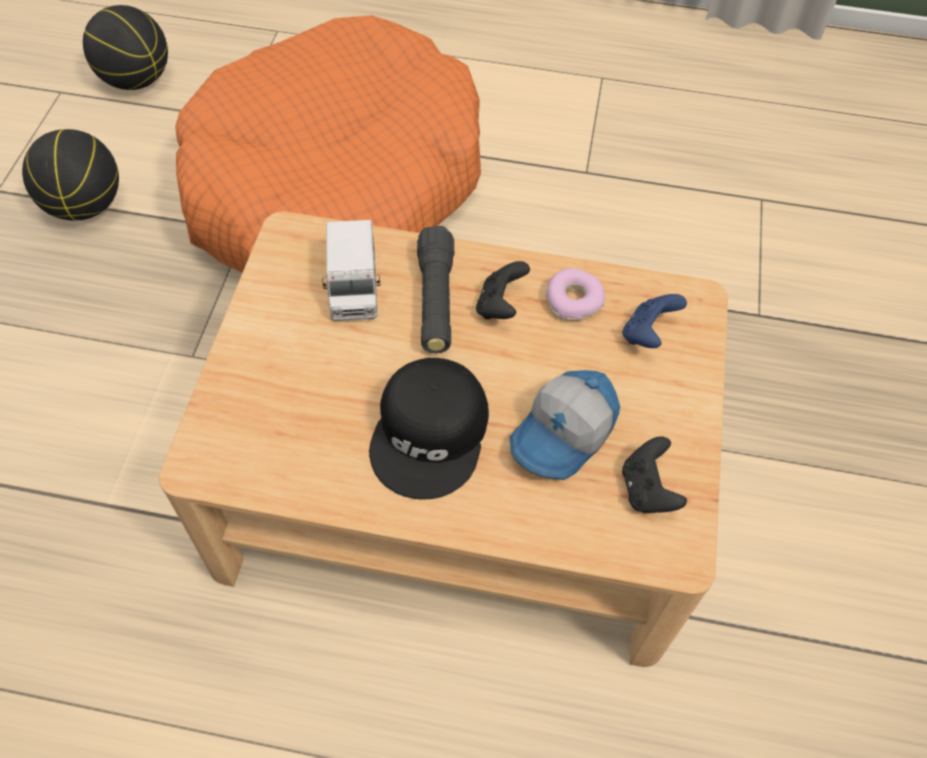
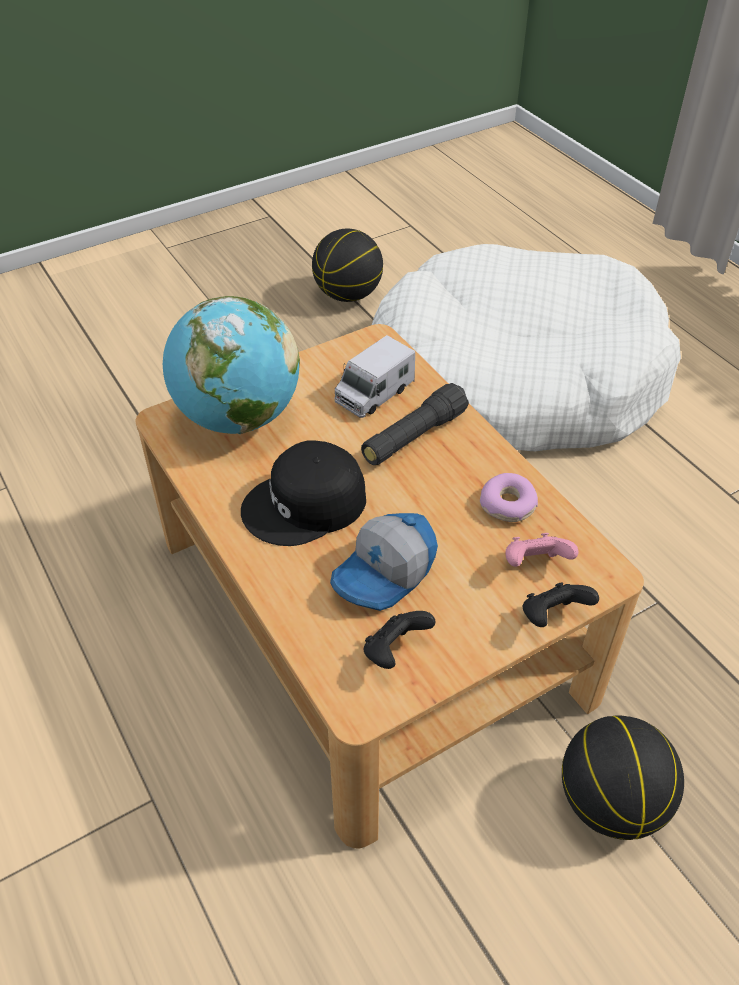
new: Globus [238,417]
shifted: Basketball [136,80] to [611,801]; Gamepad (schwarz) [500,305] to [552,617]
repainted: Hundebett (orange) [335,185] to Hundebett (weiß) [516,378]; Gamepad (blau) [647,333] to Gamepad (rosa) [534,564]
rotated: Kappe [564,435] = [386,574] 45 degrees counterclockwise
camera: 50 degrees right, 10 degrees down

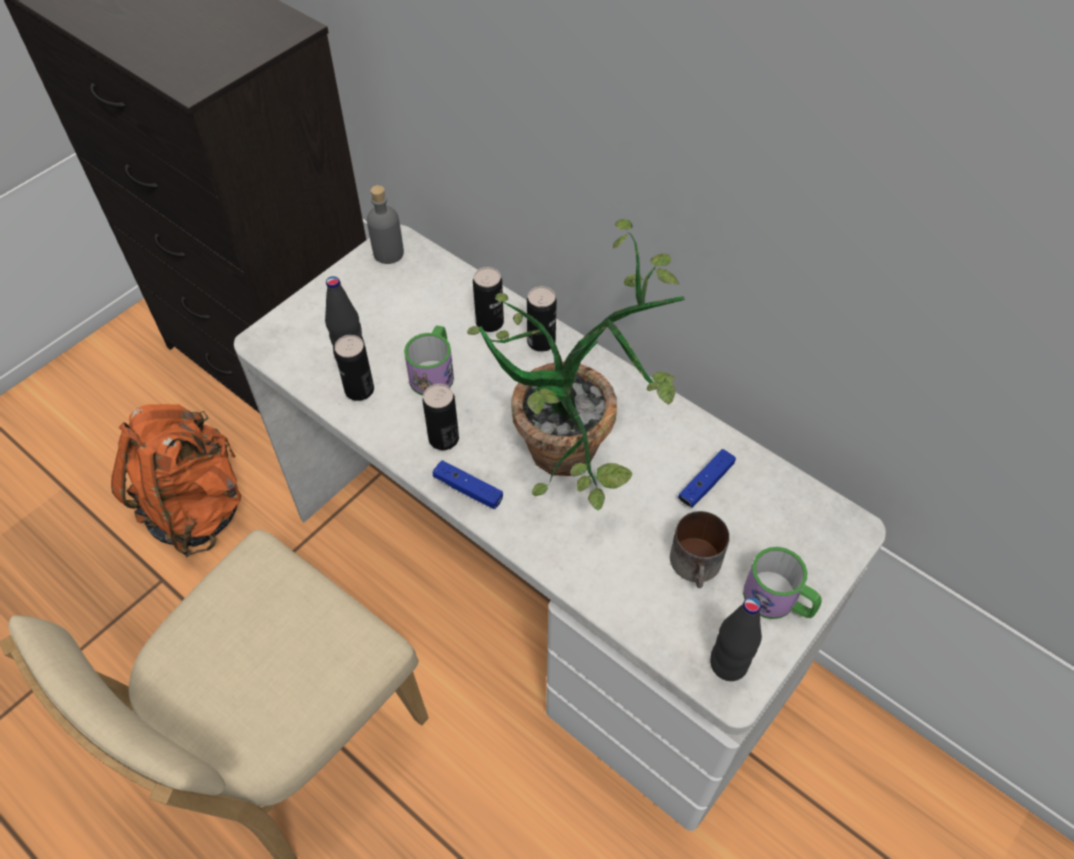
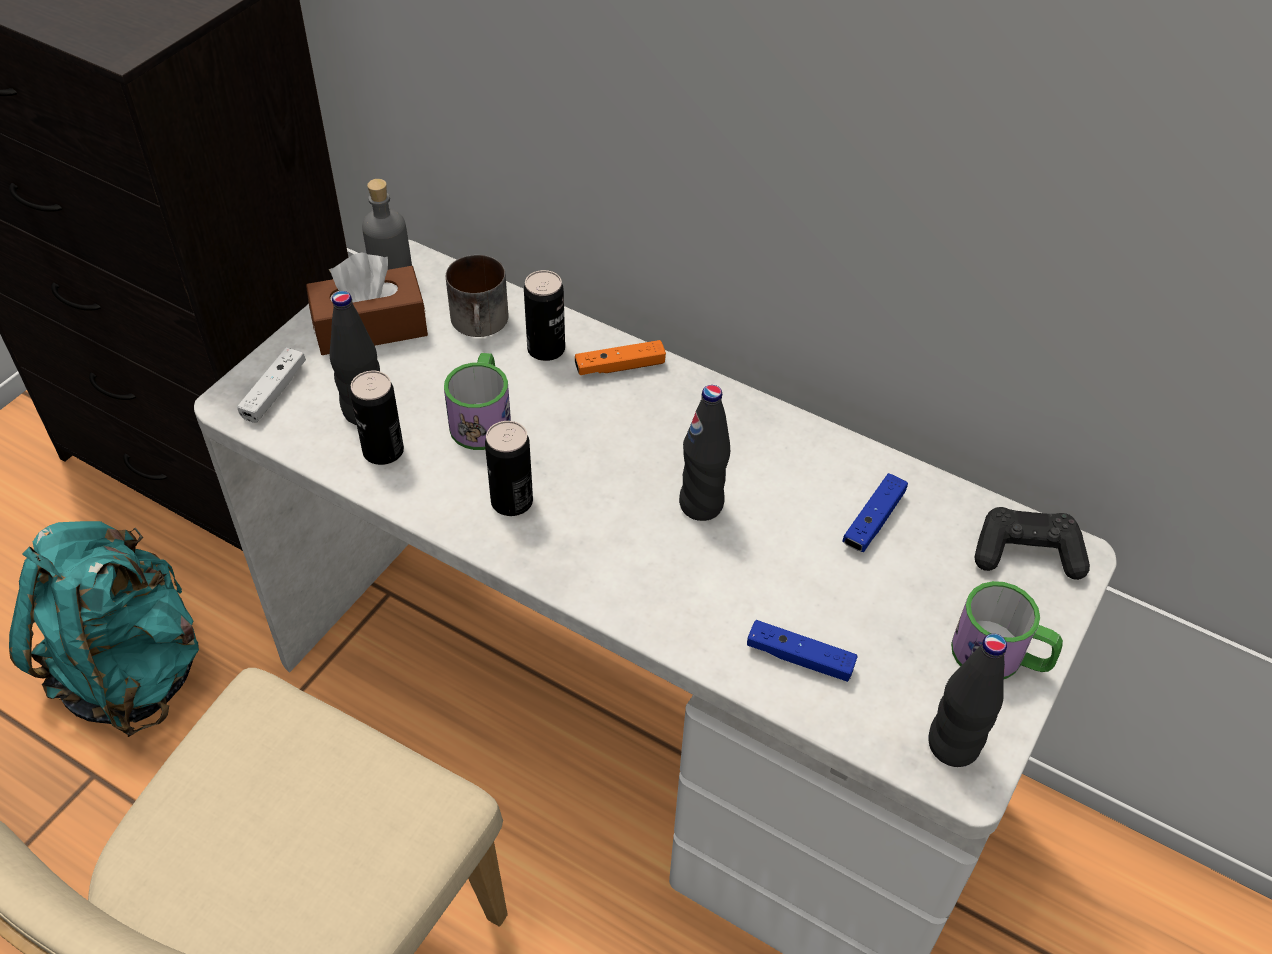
new: Taschentuchbox (braun) [370,327]; Gamepad (weiß) [274,392]; Gamepad (schwarz) [1026,553]
shifted: Gamepad (blau) [468,489] to [799,658]; Henkelbecher [698,566] to [482,323]
swapped: Topfpflanze [580,456] to Flasche (schwarz) [701,504]; Dose [541,342] to Gamepad (orange) [620,367]
repainted: Rucksack (orange) [196,508] to Rucksack (türkis) [132,670]
camera: 10 degrees left, 5 degrees down

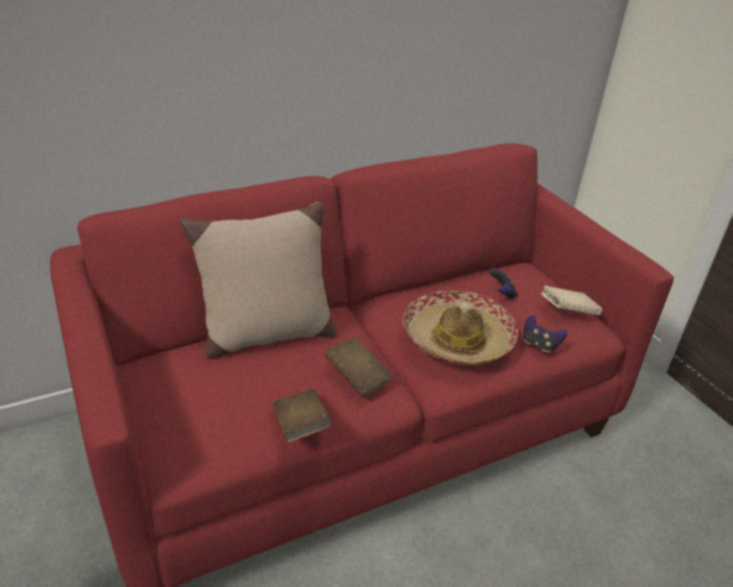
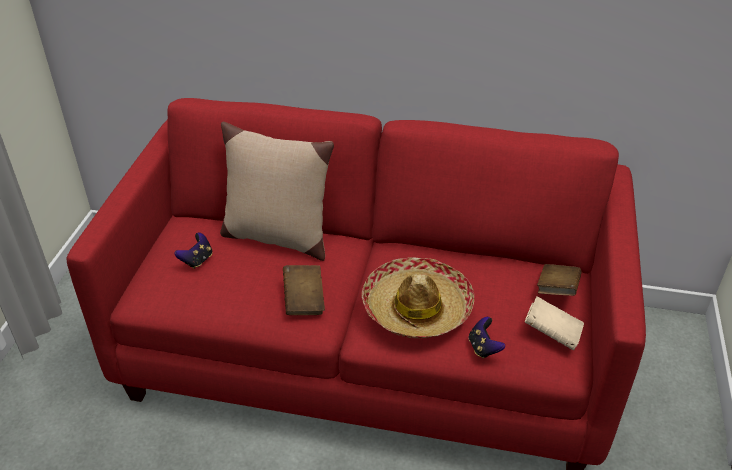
shifted: Gamepad [502,294] to [197,260]; Buch (braun) [301,427] to [556,290]
camera: 40 degrees right, 5 degrees up

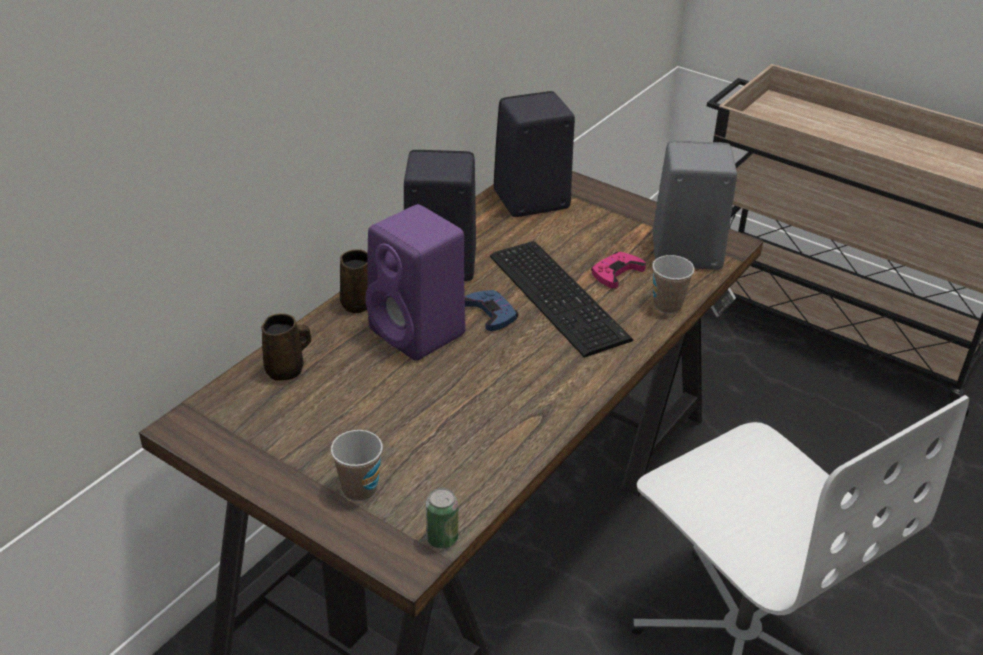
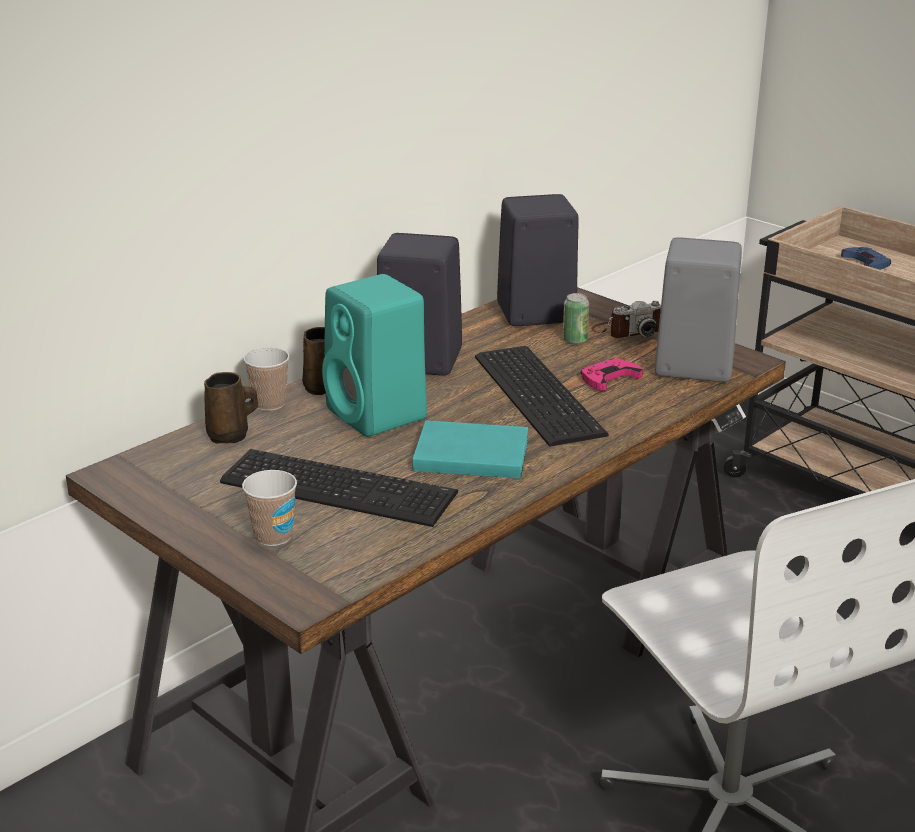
new: Kamera [628,331]; Buch (türkis) [468,453]; Tastatur [337,485]
shifted: Tasse [667,305] to [269,404]; Gamepad (blau) [491,313] to [866,263]; Dose [442,538] to [575,340]
repainted: Lautsprecher (lila) [420,333] to Lautsprecher (türkis) [379,415]
camera: 10 degrees right, 10 degrees down

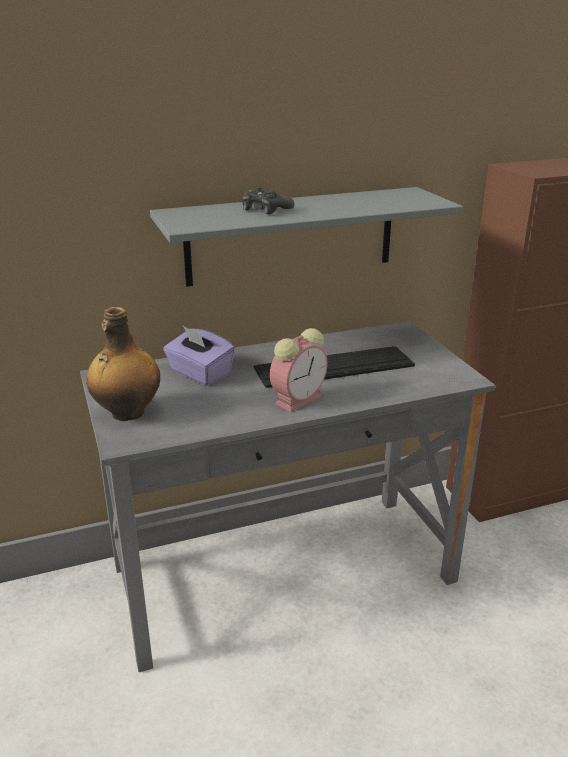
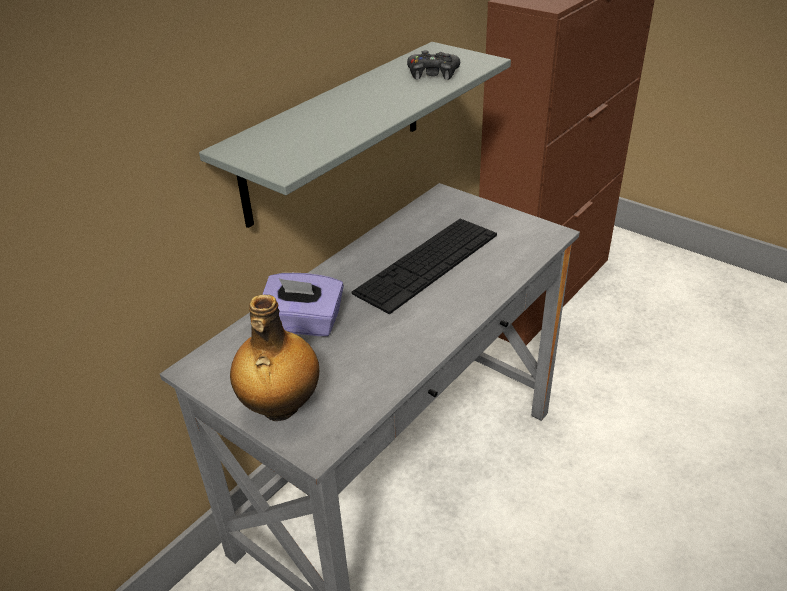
gone: Wecker [299,399]
shifted: Gamepad (schwarz) [265,209] to [433,74]
camera: 30 degrees left, 10 degrees up

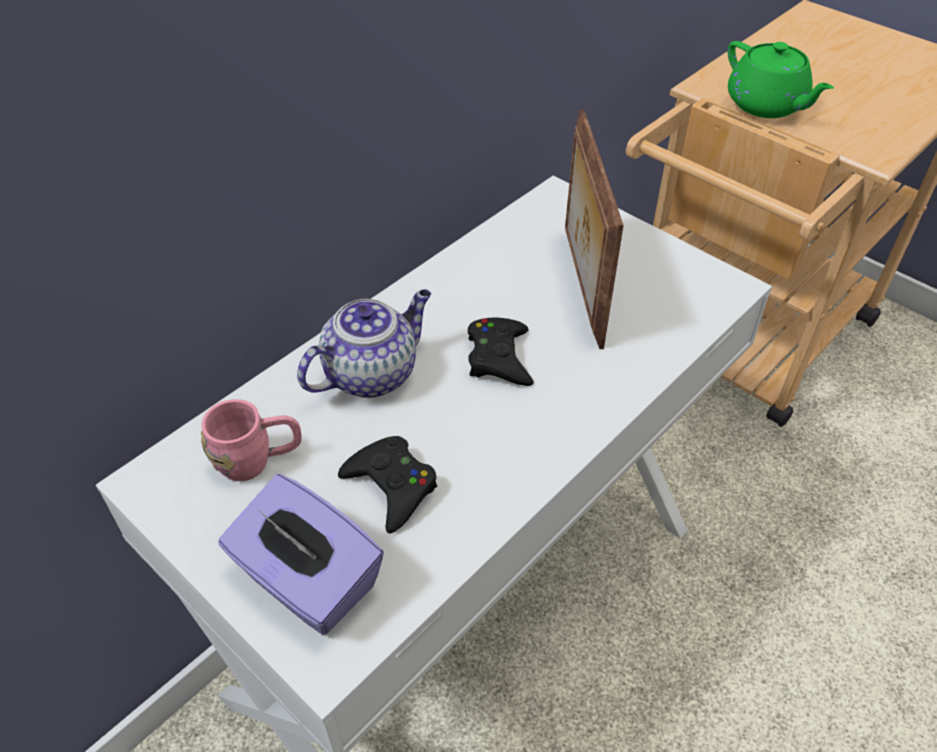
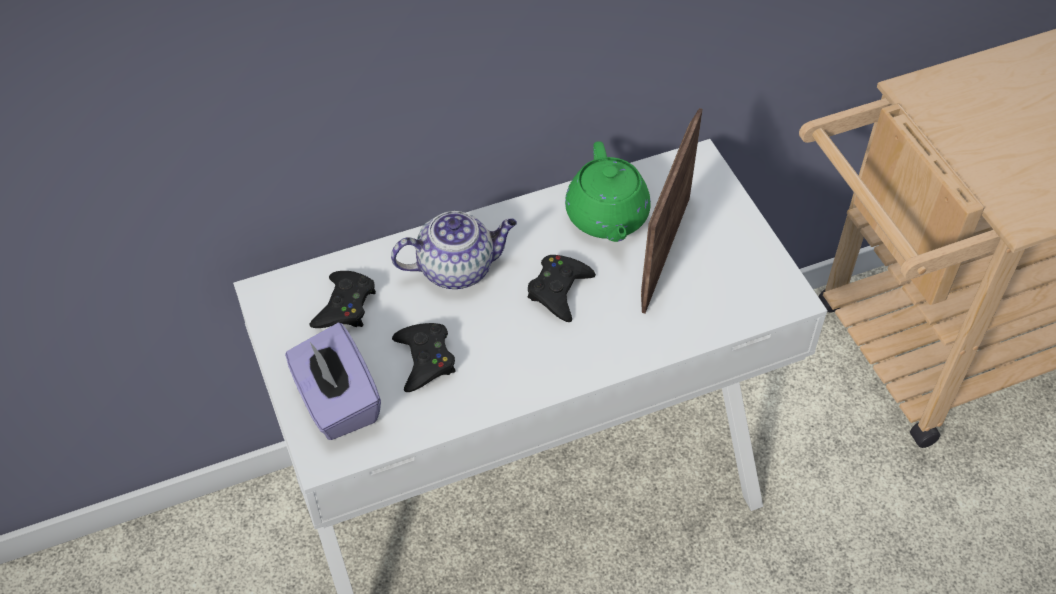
shifted: Teekanne (grün) [766,105] to [607,217]
swapped: Henkelbecher (rosa) [258,460] to Gamepad (schwarz) [345,306]
camera: 25 degrees right, 5 degrees up

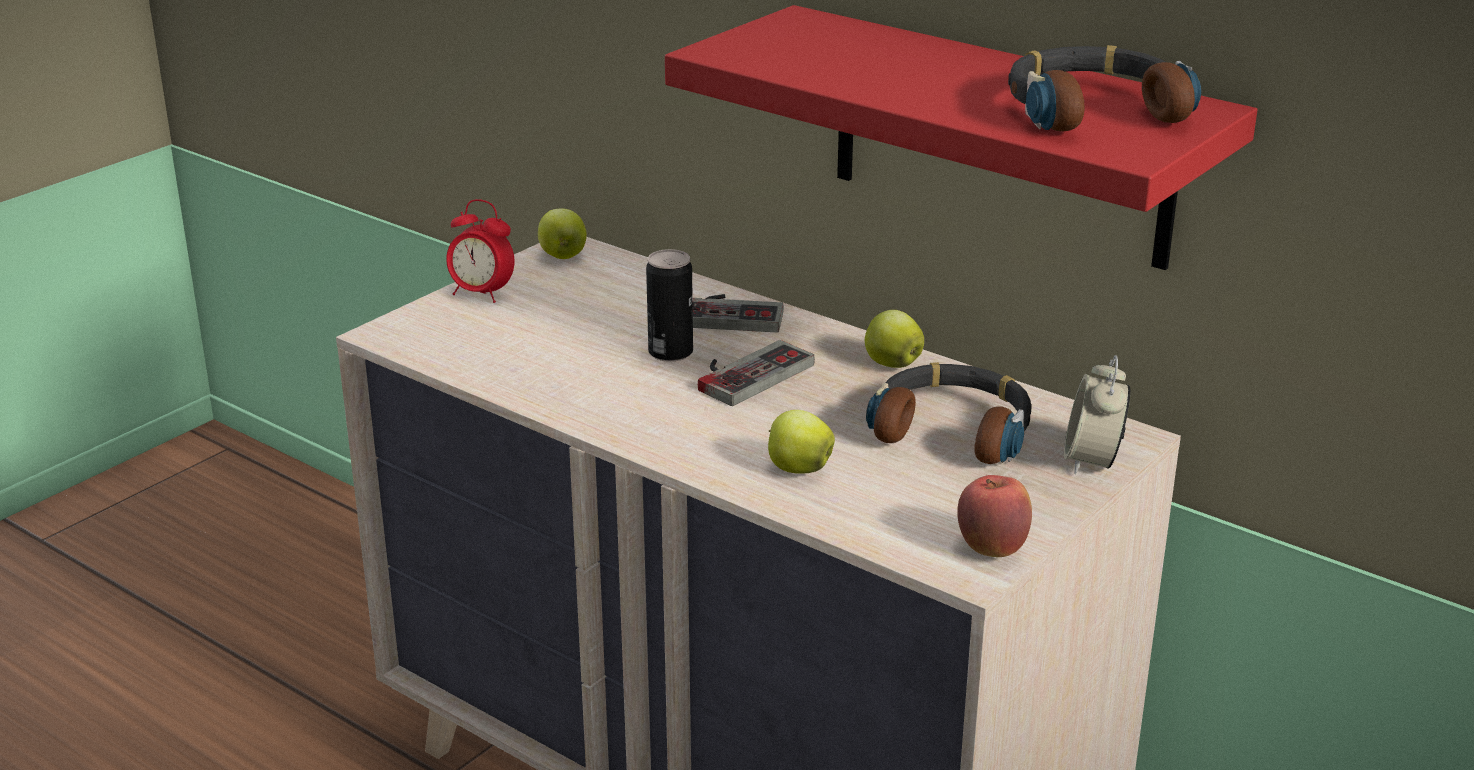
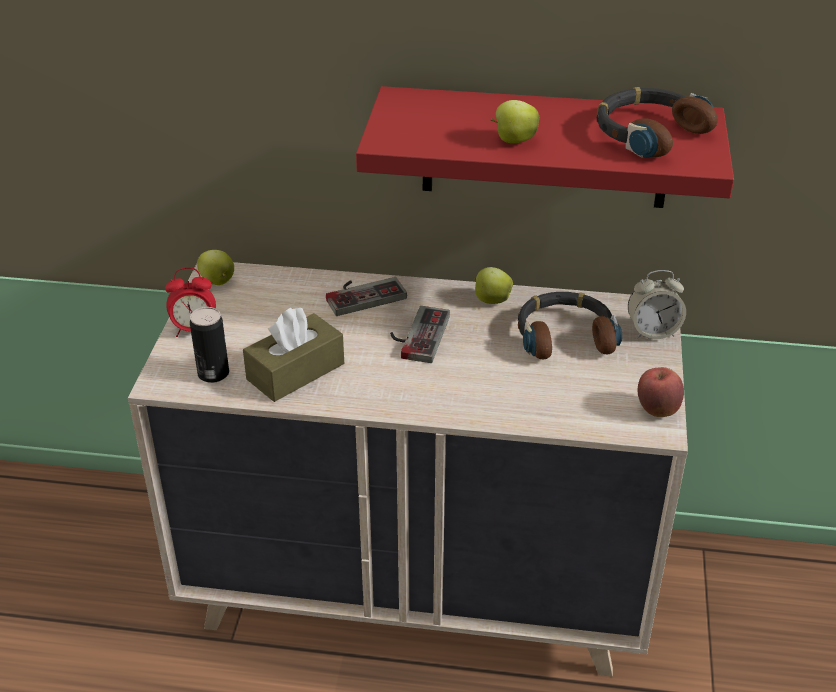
new: Taschentuchbox (braun) [295,371]
shifted: Dose [670,352] to [213,374]; Apfel [797,469] to [513,140]
rotated: Wecker [1092,461] = [652,331] 75 degrees counterclockwise
camera: 30 degrees left, 10 degrees up

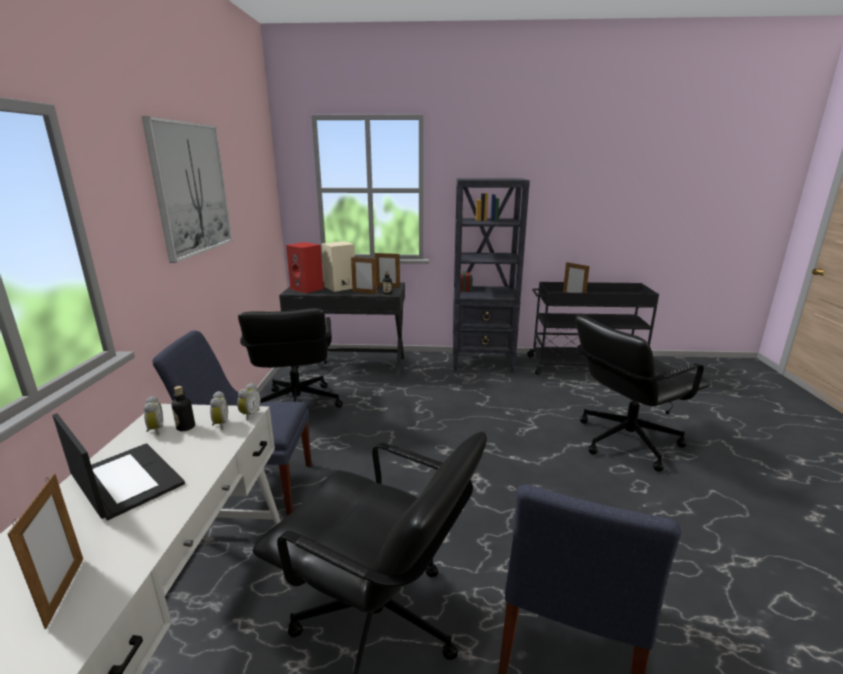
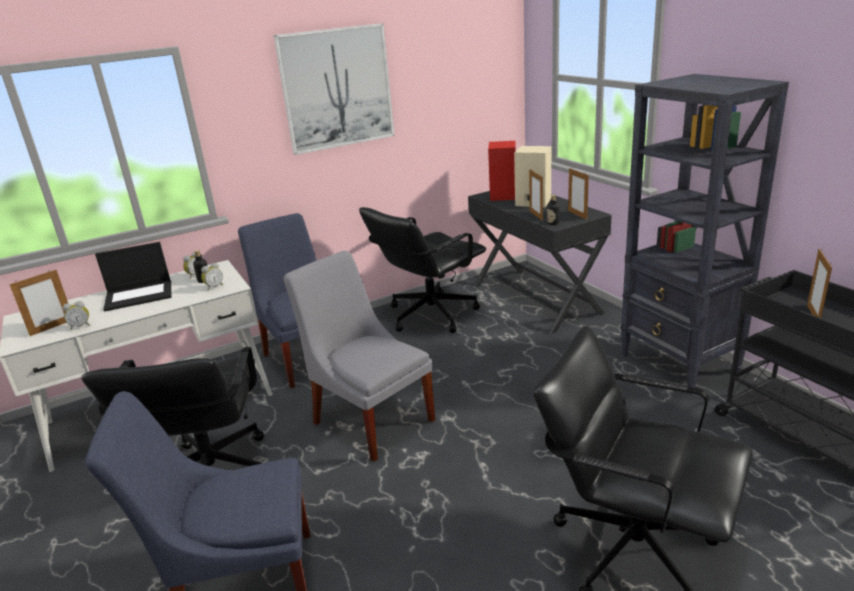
new: Stuhl (grau) [370,418]
shifted: Wecker [249,415] to [81,326]
rotated: Laptop [125,480] = [140,295] 60 degrees clockwise
camera: 60 degrees right, 5 degrees up

